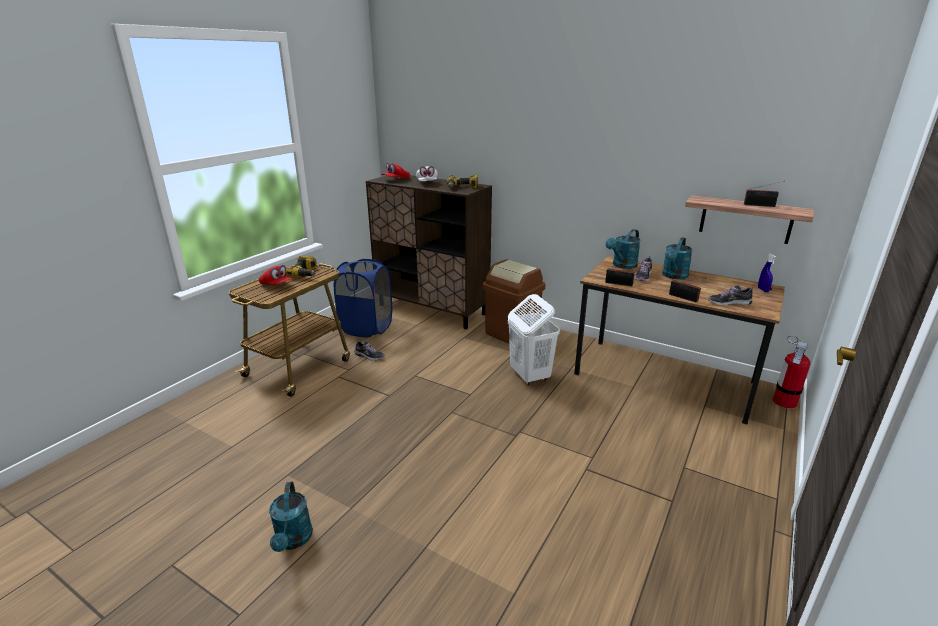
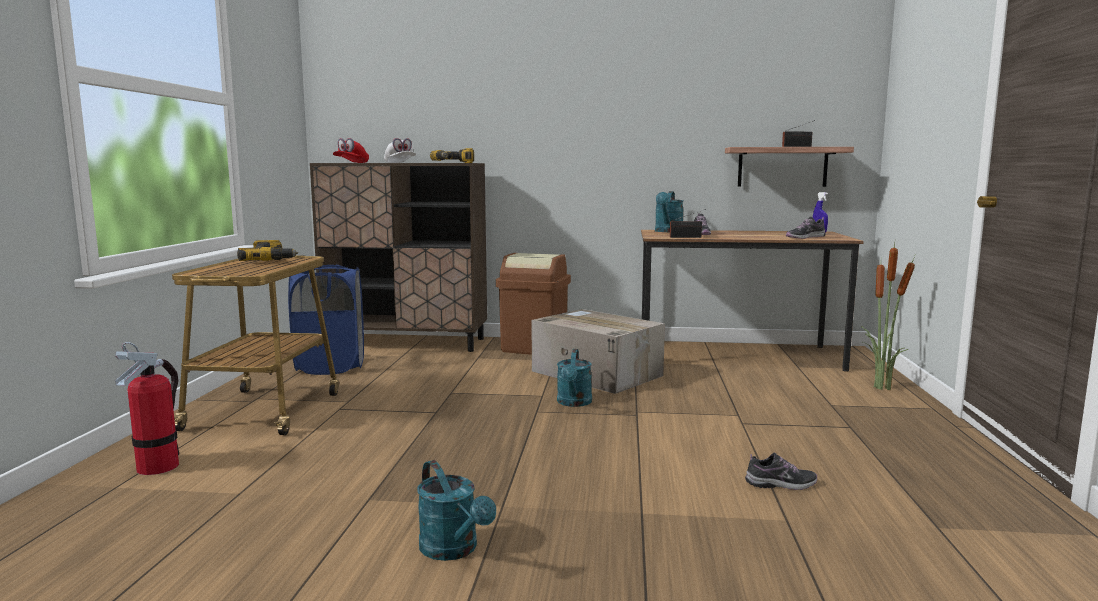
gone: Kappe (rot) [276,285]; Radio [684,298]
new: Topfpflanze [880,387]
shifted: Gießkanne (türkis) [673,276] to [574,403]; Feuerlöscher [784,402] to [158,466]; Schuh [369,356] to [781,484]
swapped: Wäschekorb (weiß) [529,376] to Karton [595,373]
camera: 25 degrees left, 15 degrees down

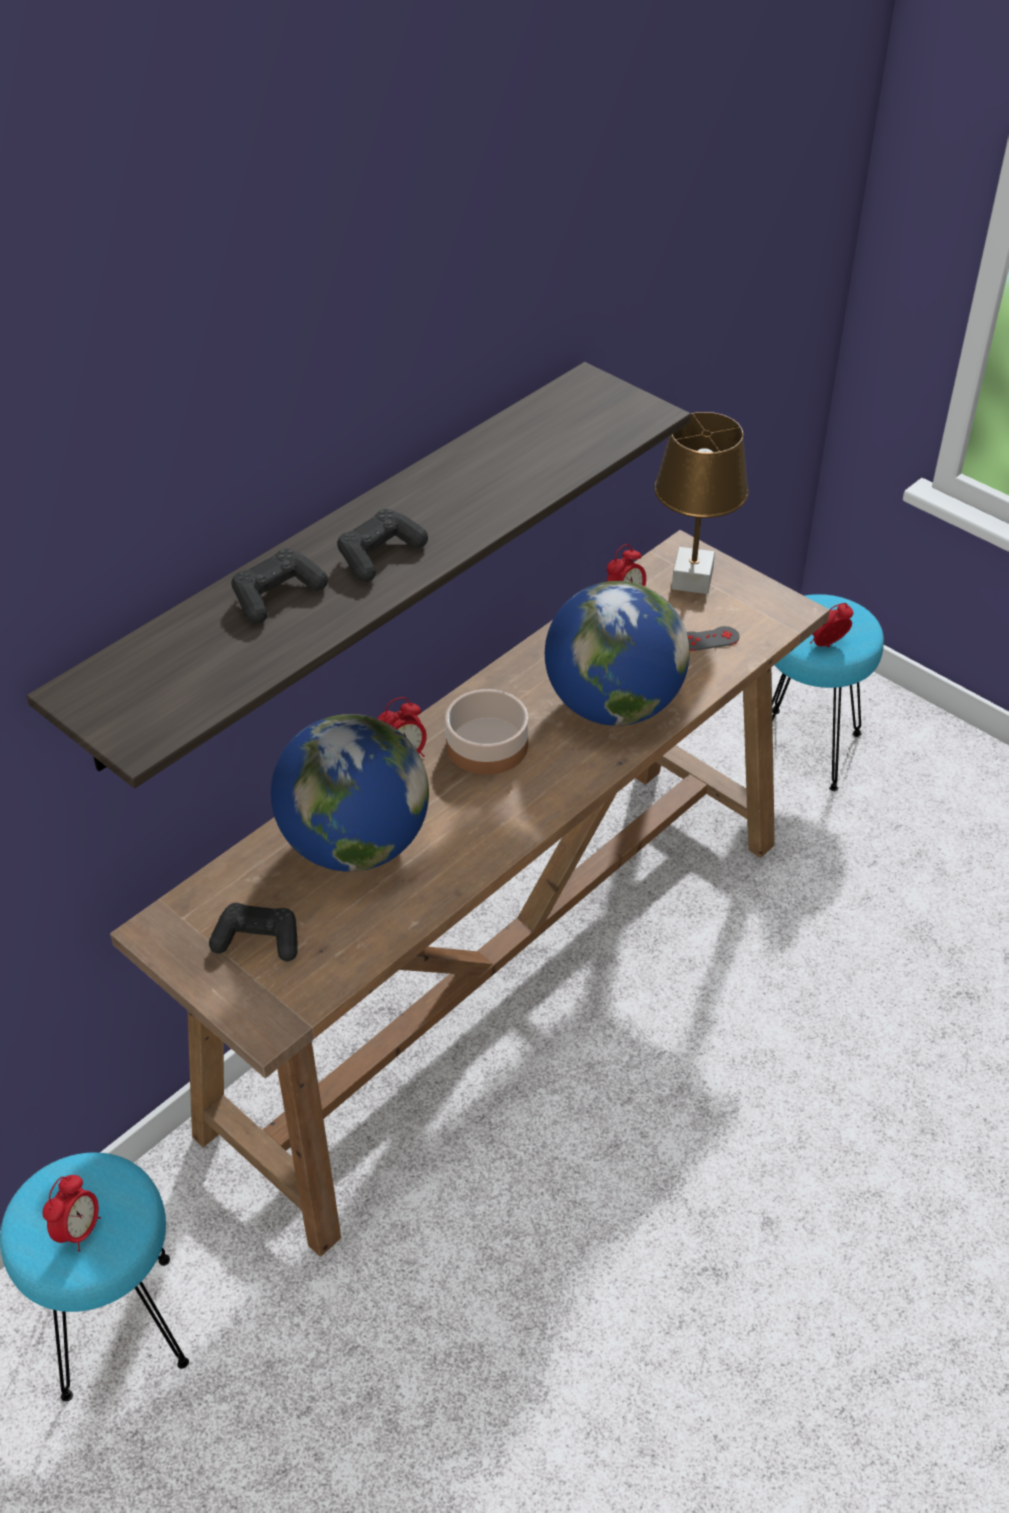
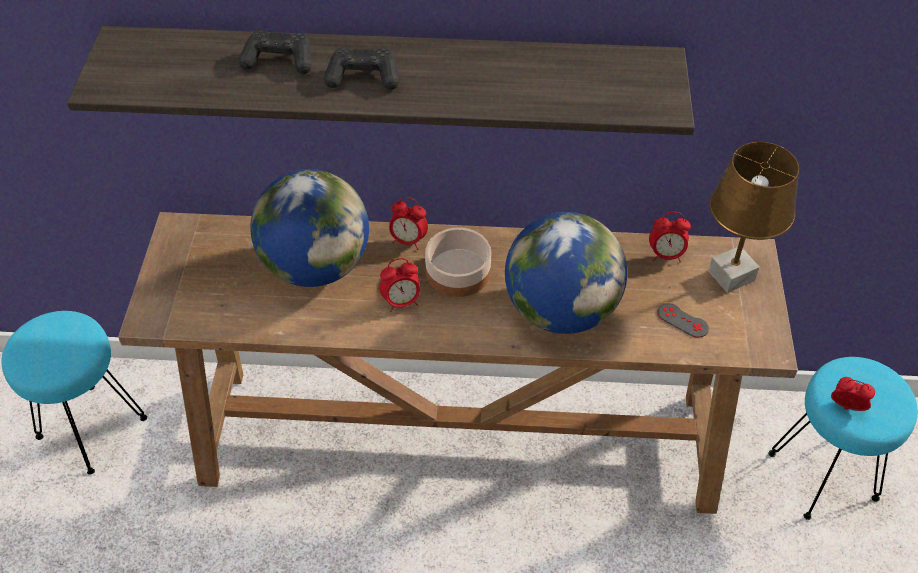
gone: Gamepad (schwarz) [258,940]
shifted: Wecker [79,1230] to [401,302]
camera: 50 degrees right, 5 degrees up

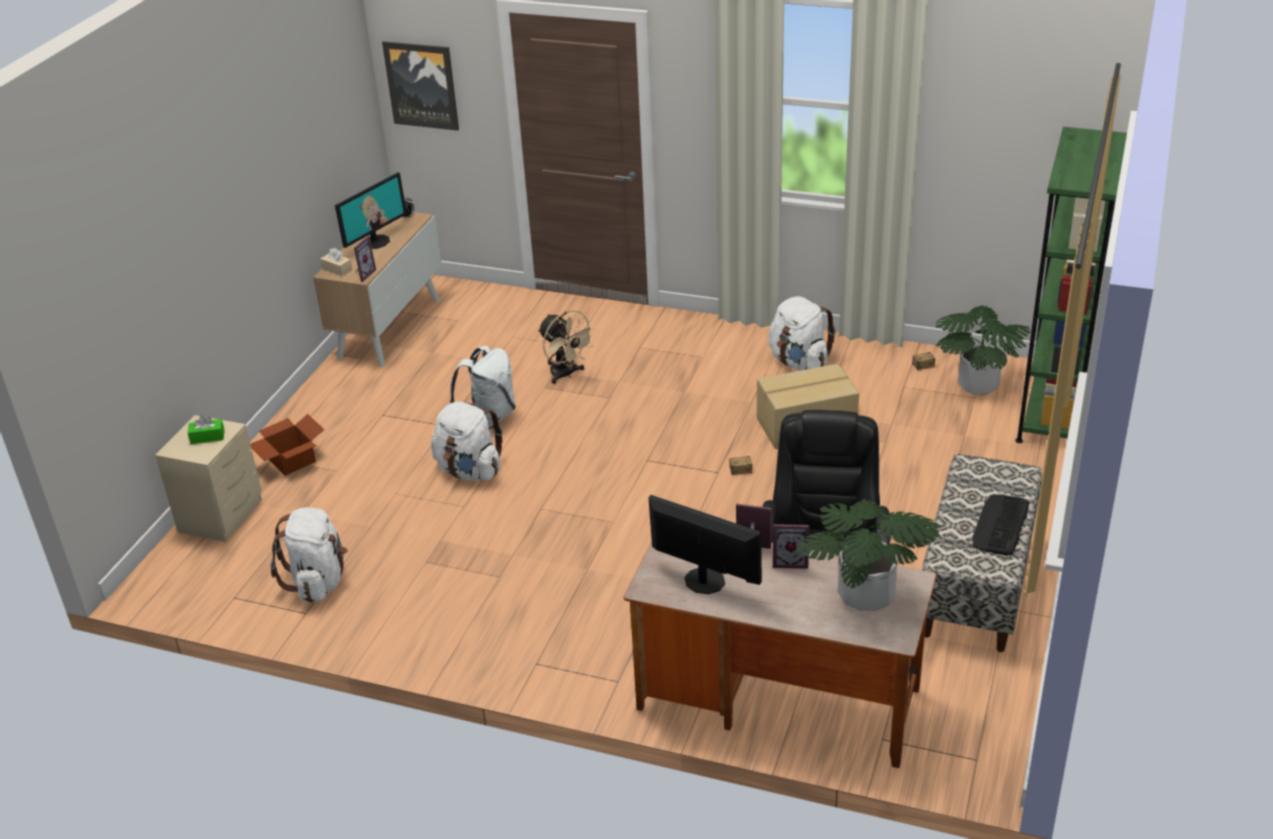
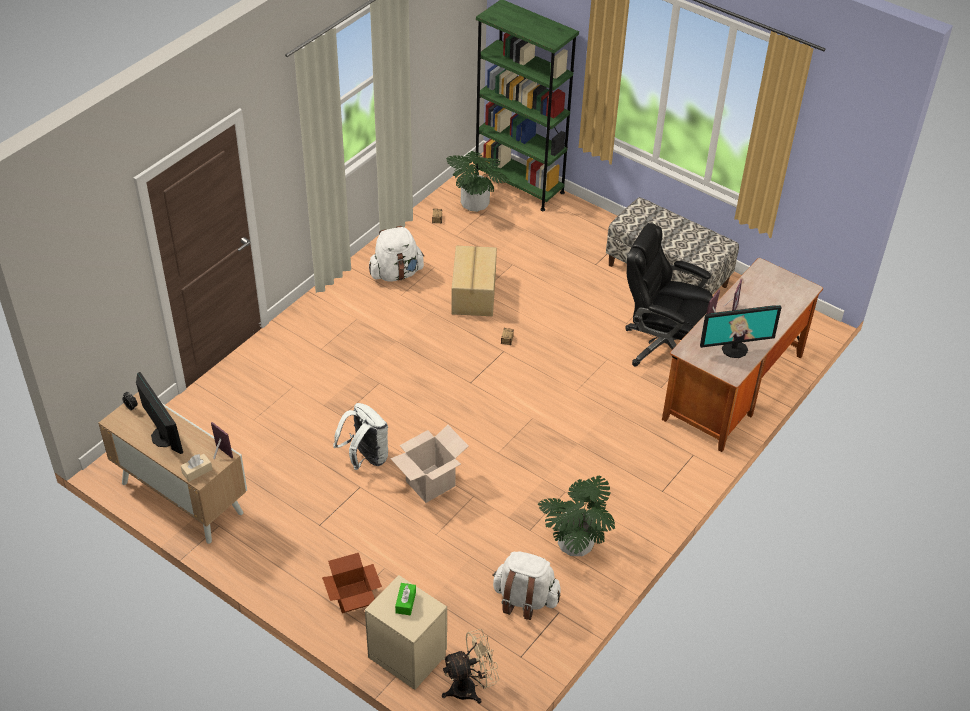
gone: Bild [422,85]; Tastatur [1000,525]
shifted: Ventilator (beige) [566,374] to [470,687]; Topfpflanze [865,596] to [575,544]
swapped: Rucksack (weiß) [469,471] to Karton [430,483]
rotated: Monitor [704,581] = [734,349] 150 degrees counterclockwise
camera: 75 degrees left, 10 degrees up

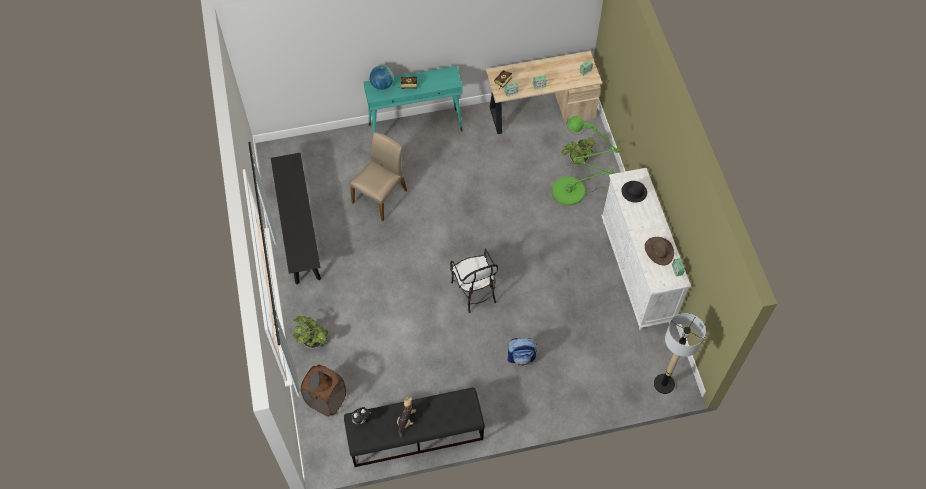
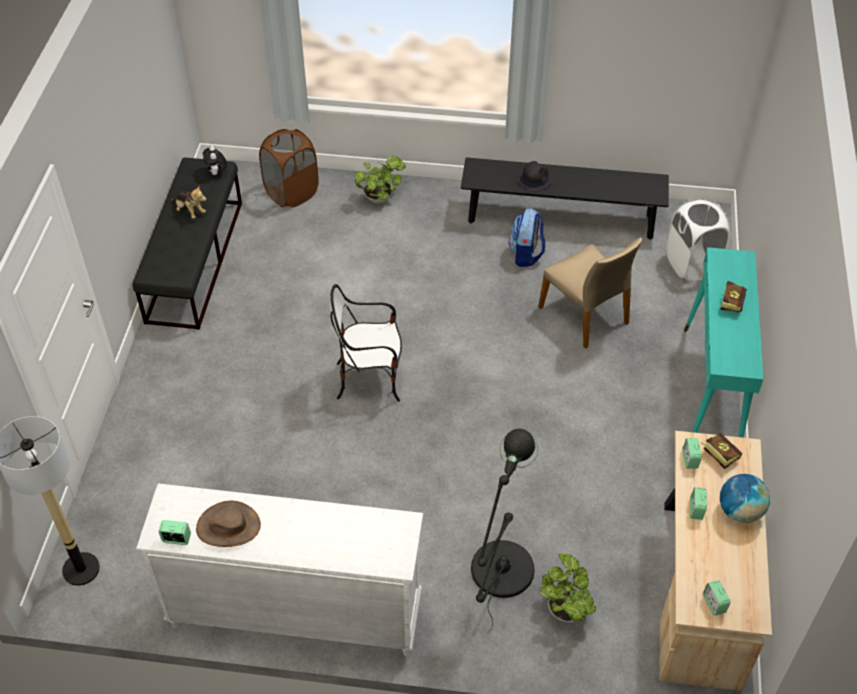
new: Wäschekorb (weiß) [691,265]
shifted: Globus [382,85] to [739,511]; Hut (schwarz) [634,192] to [534,178]; Rucksack [521,357] to [526,254]
repainted: Stehlampe (grün) [573,191] to Stehlampe (schwarz) [499,577]
camera: 110 degrees right, 10 degrees down

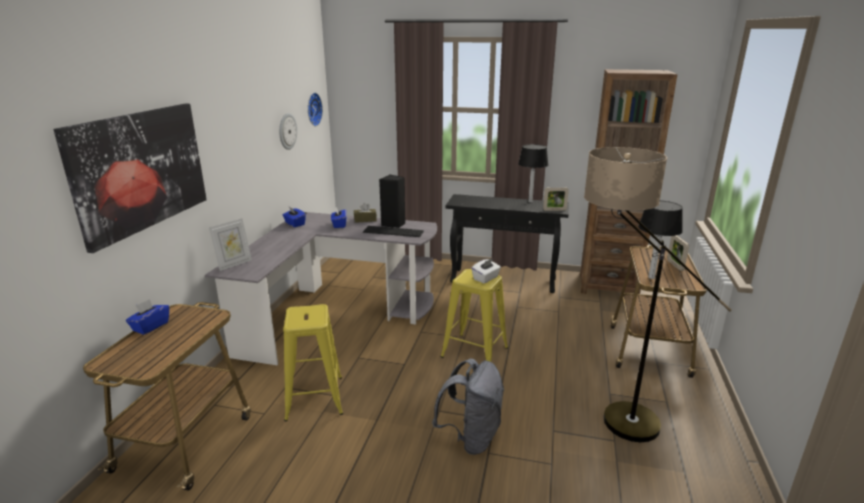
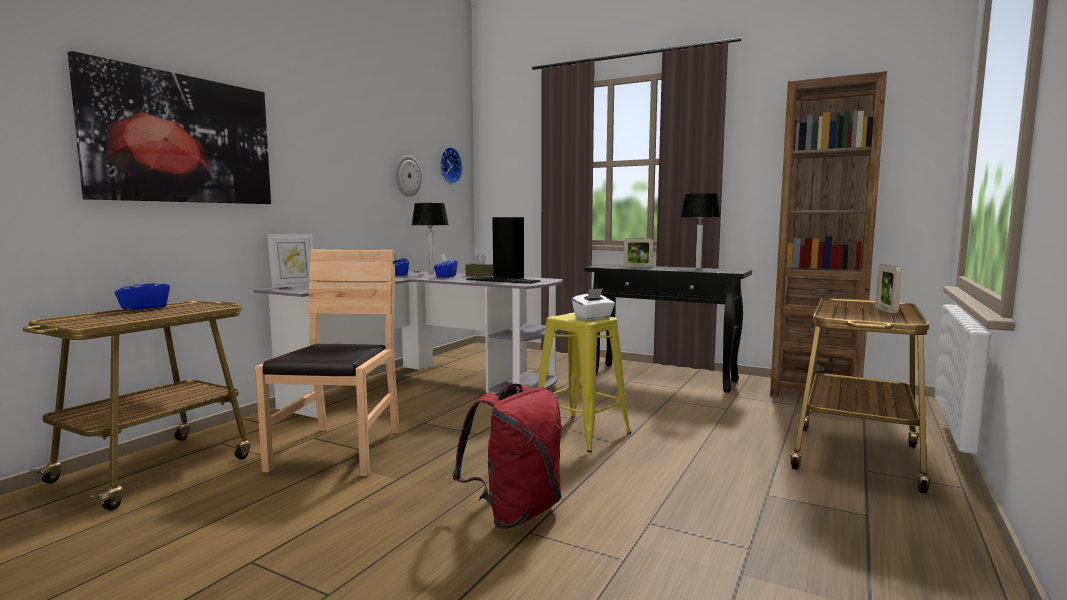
gone: Stehlampe [608,418]
shifted: Bilderrahmen [554,210] to [638,267]; Tischlampe [651,277] to [431,273]
swapped: Hocker (gelb) [314,398] to Stuhl (braun) [339,450]
repainted: Rucksack (grau) [471,437] to Rucksack (rot) [515,513]
camera: 15 degrees right, 15 degrees down

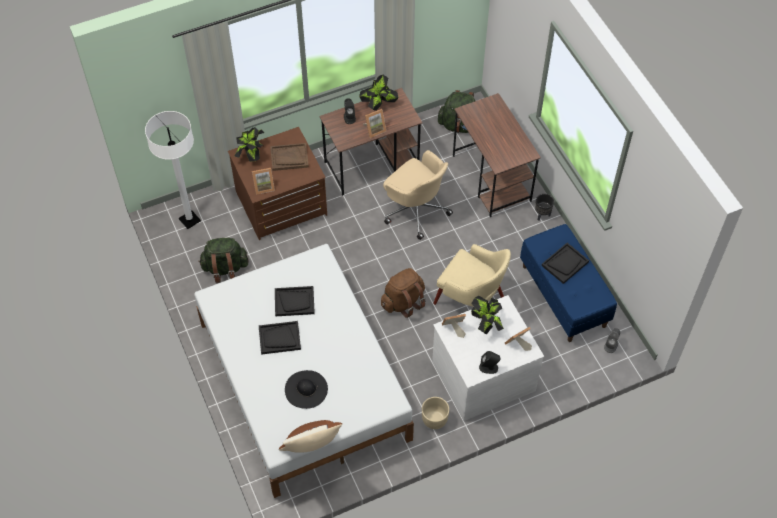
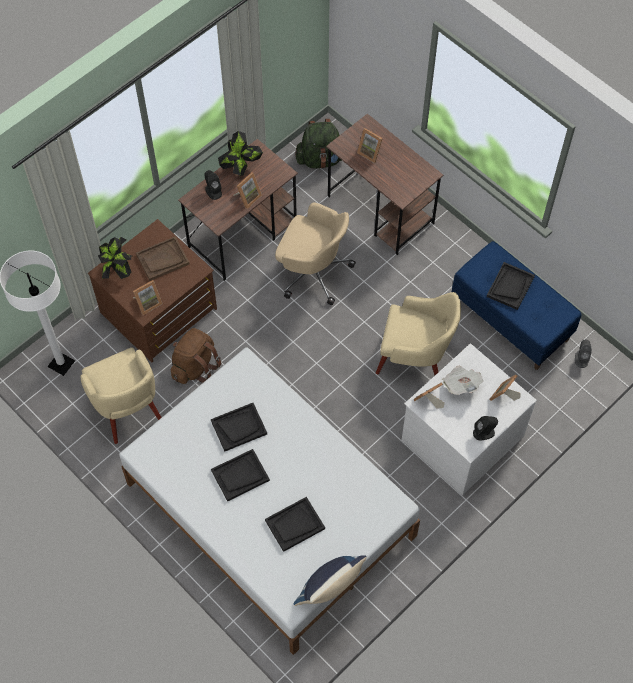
gone: Pflanzkübel (schwarz) [542,215]; Pflanzkübel (beige) [434,419]
new: Bilderrahmen [370,152]
shifted: Rucksack (braun) [403,302] to [195,366]
swapped: Rucksack (grün) [225,268] to Sessel (beige) [127,408]; Topfpflanze [486,324] to Zeitung [461,384]; Hut (schwarz) [306,389] to Tablett (schwarz) [295,525]
repainted: Kissen (braun) [312,448] to Kissen (blau) [329,590]
camera: 20 degrees left, 5 degrees up

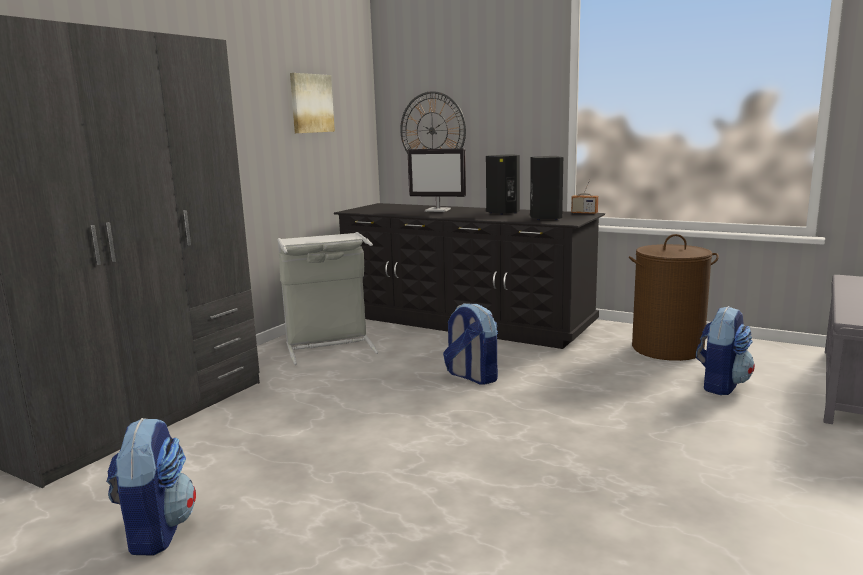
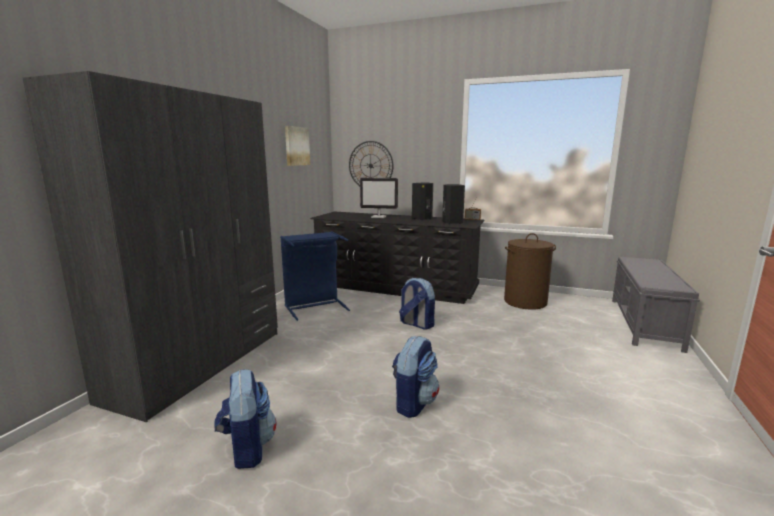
shifted: Rucksack [721,385] to [414,403]
repainted: Wäschekorb (grau) [329,346] to Wäschekorb (blau) [315,306]
camera: 10 degrees left, 0 degrees up

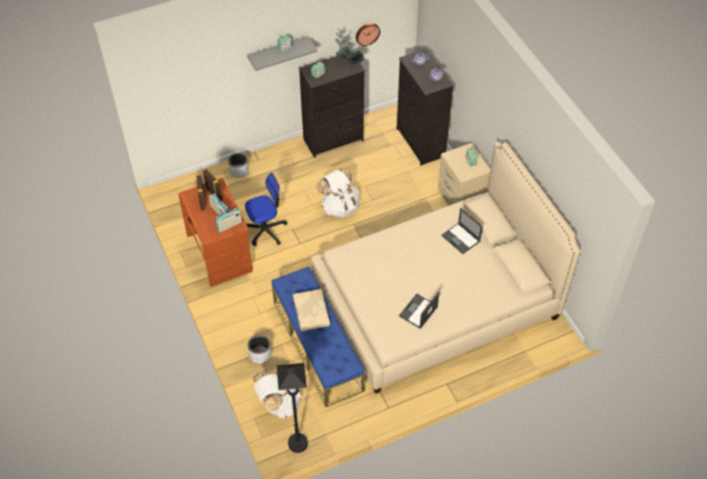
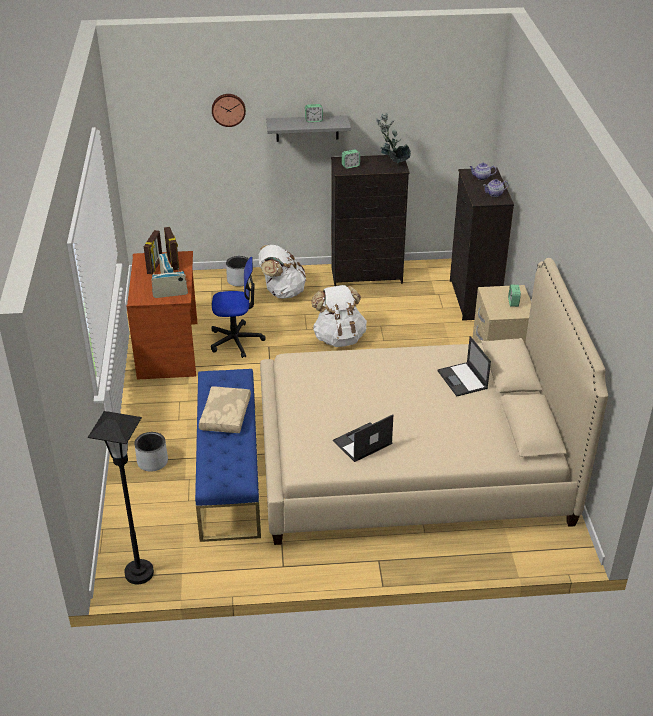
shifted: Wanduhr [367,33] to [228,109]; Rucksack (weiß) [278,404] to [282,292]
camera: 20 degrees right, 15 degrees down

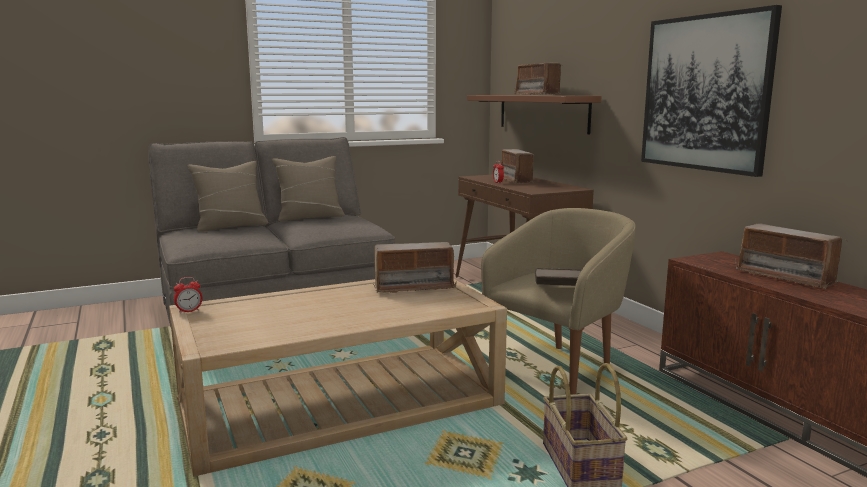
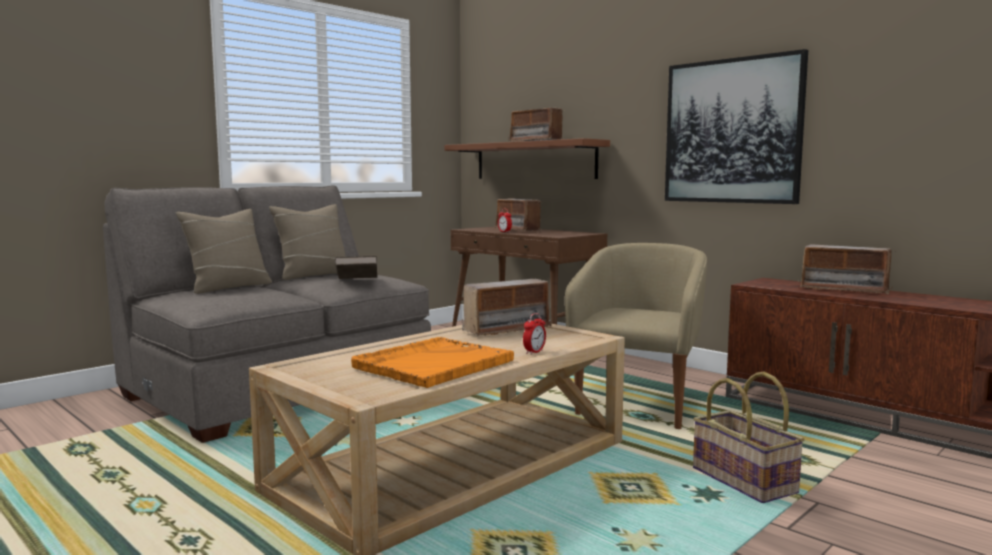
new: Tablett (orange) [432,364]
shifted: Buch (braun) [556,291] to [357,281]; Wecker [189,311] to [534,352]
camera: 20 degrees left, 5 degrees down

